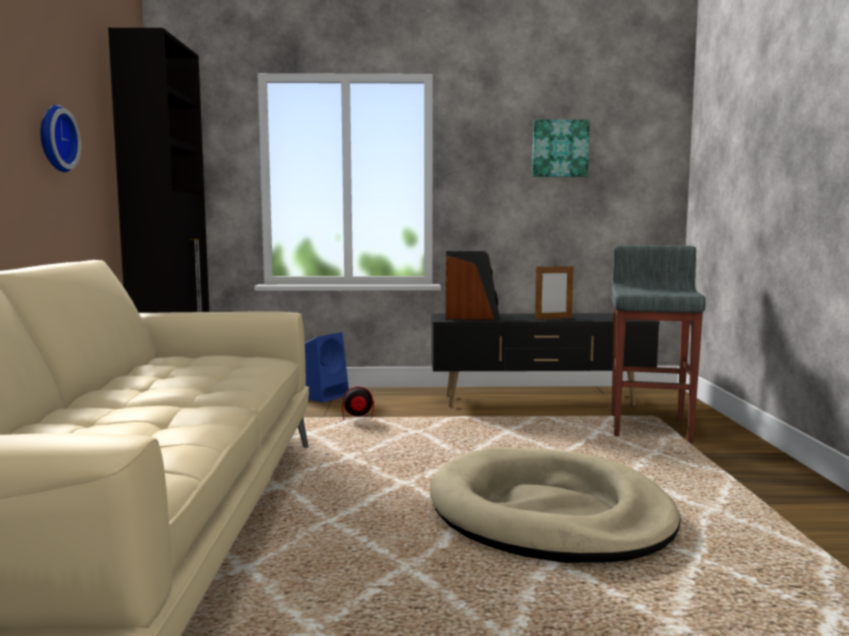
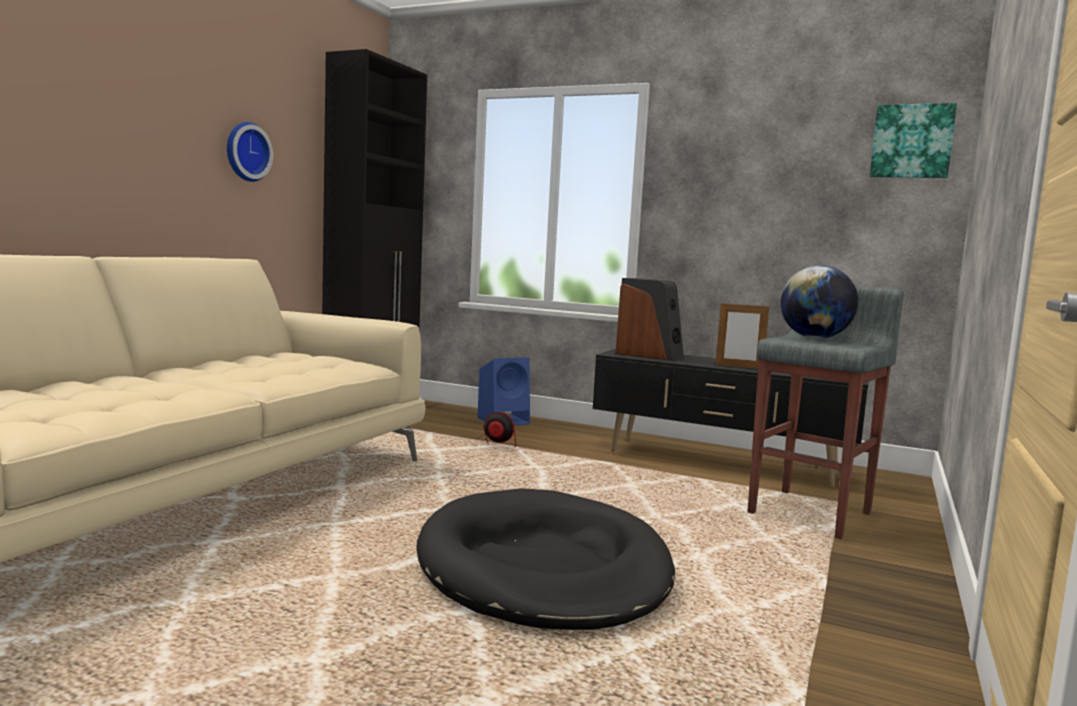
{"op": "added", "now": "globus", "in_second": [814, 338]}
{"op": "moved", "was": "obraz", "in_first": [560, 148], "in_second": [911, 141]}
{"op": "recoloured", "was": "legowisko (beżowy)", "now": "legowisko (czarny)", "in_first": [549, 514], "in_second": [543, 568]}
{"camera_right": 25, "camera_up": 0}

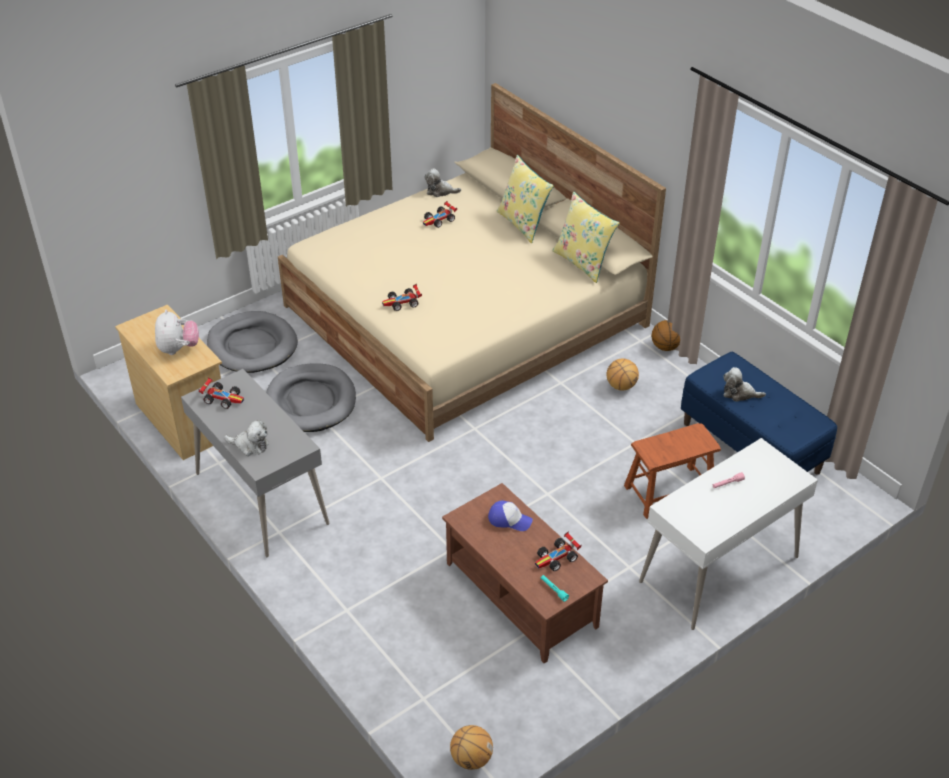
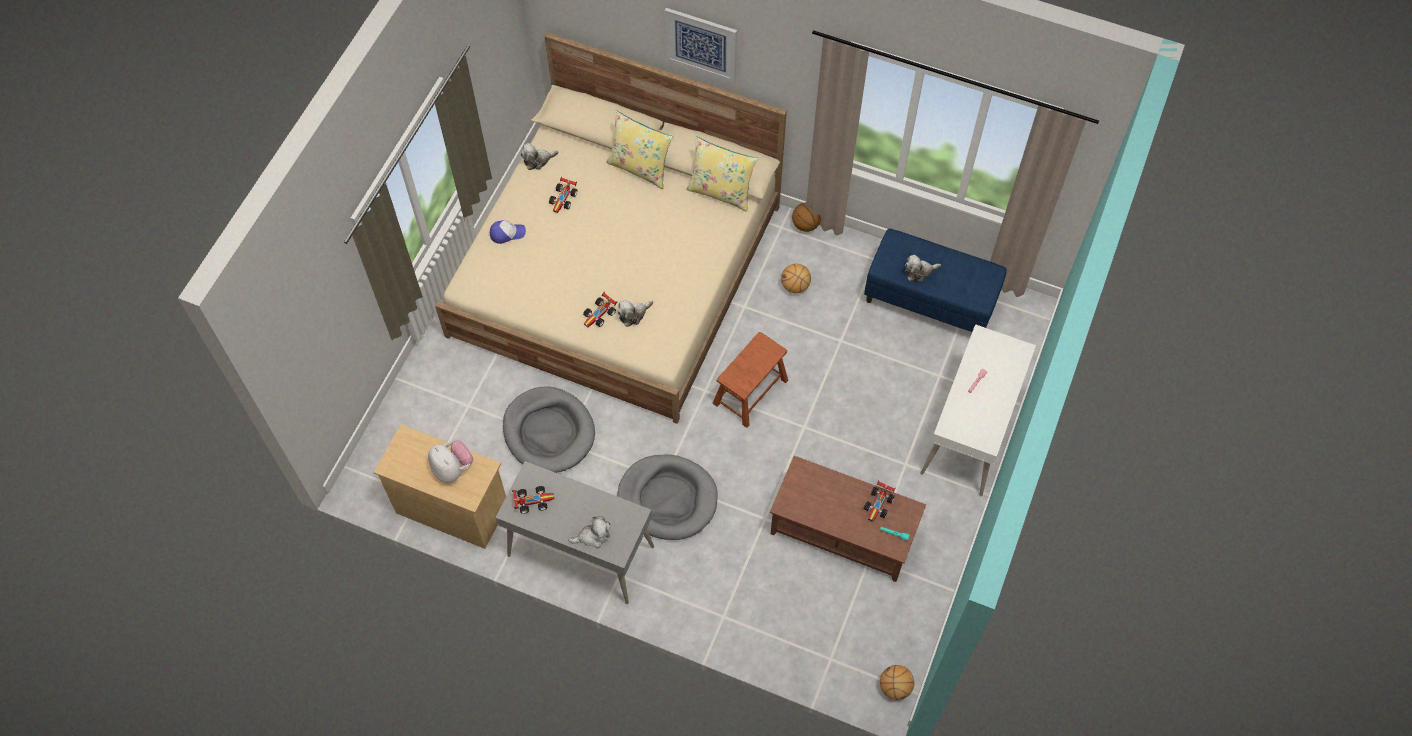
{"op": "added", "now": "pluszak", "in_second": [633, 314]}
{"op": "added", "now": "obraz", "in_second": [701, 44]}
{"op": "moved", "was": "legowisko (szary)", "in_first": [252, 346], "in_second": [668, 498]}
{"op": "moved", "was": "czapka z daszkiem", "in_first": [509, 520], "in_second": [507, 233]}
{"op": "moved", "was": "stołek (brązowy)", "in_first": [669, 491], "in_second": [750, 391]}
{"camera_right": -30, "camera_up": 20}

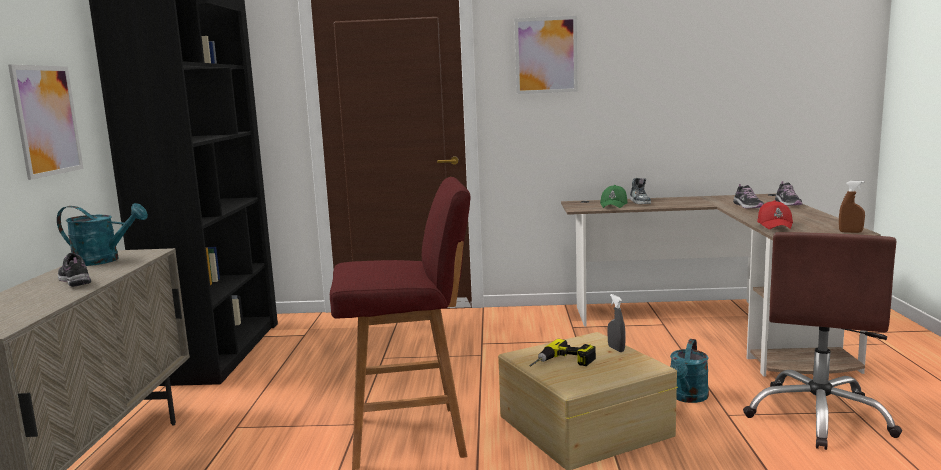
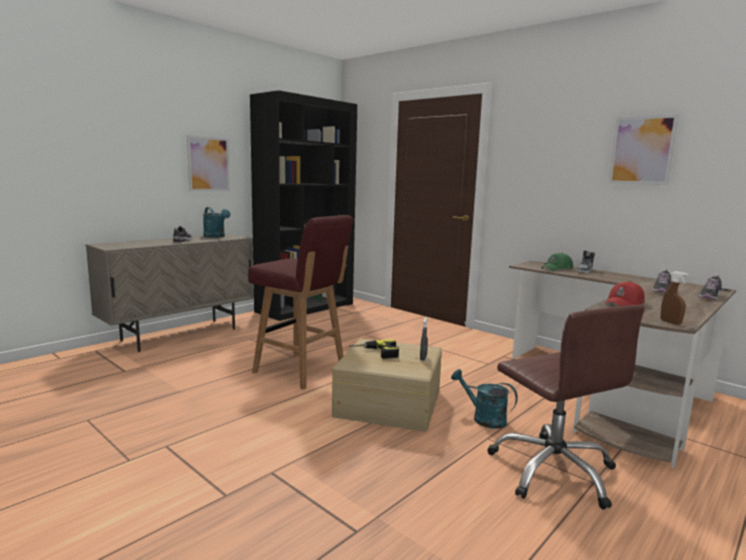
{"op": "moved", "was": "obraz", "in_first": [546, 55], "in_second": [642, 150]}
{"op": "turned", "was": "konewka (turkusowy)", "in_first": [687, 397], "in_second": [483, 418], "clockwise": 60}
{"op": "turned", "was": "krzesło biurowe (brązowy)", "in_first": [819, 416], "in_second": [553, 470], "clockwise": -90}
{"camera_right": 40, "camera_up": 0}

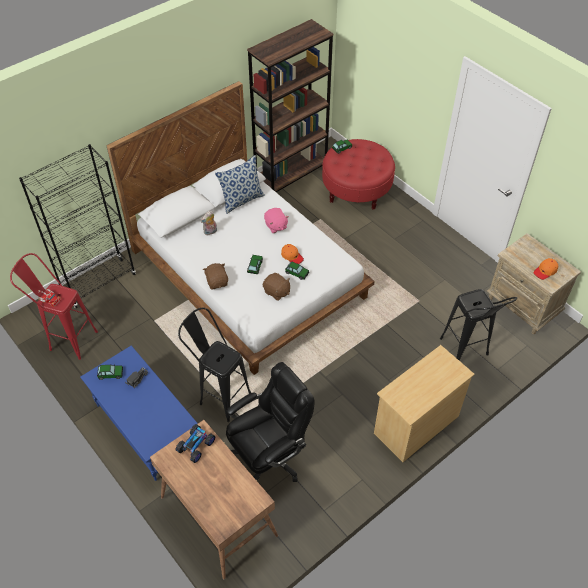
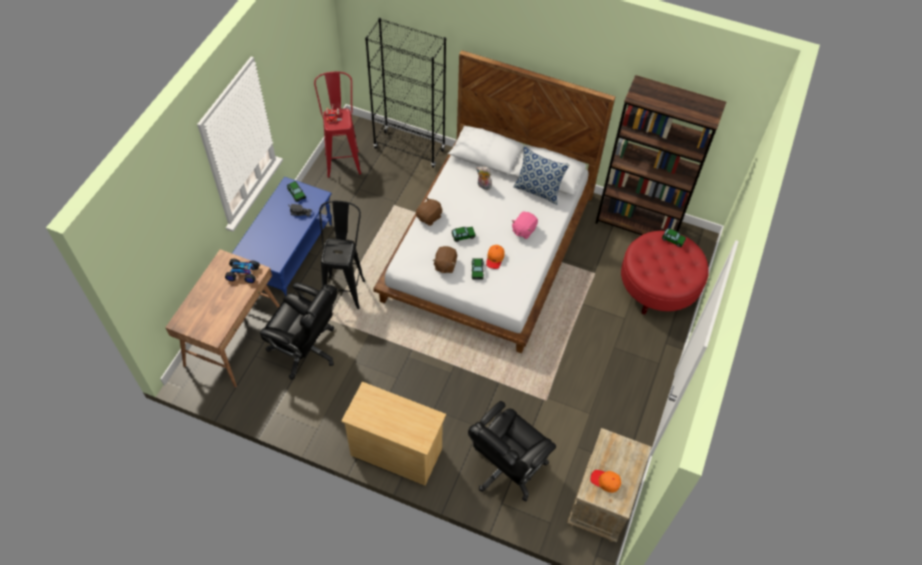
{"op": "replaced", "was": "stołek (czarny)", "now": "krzesło biurowe (czarny)", "in_first": [467, 352], "in_second": [507, 468]}
{"camera_right": 60, "camera_up": 5}

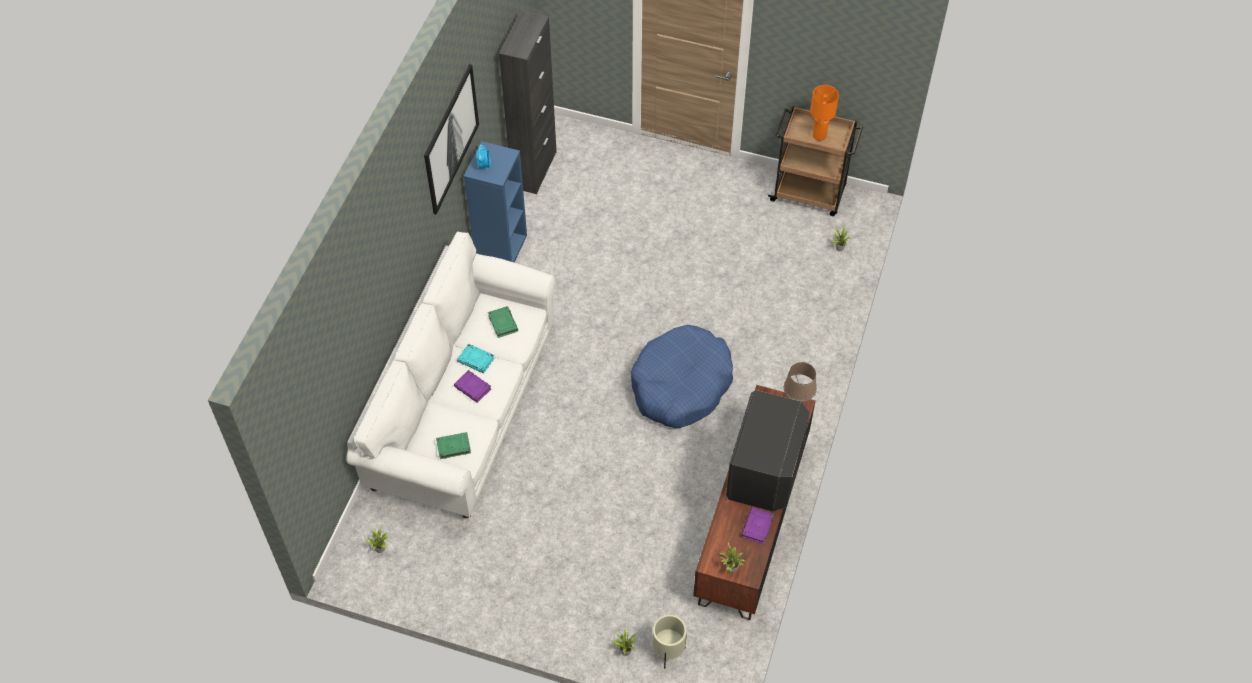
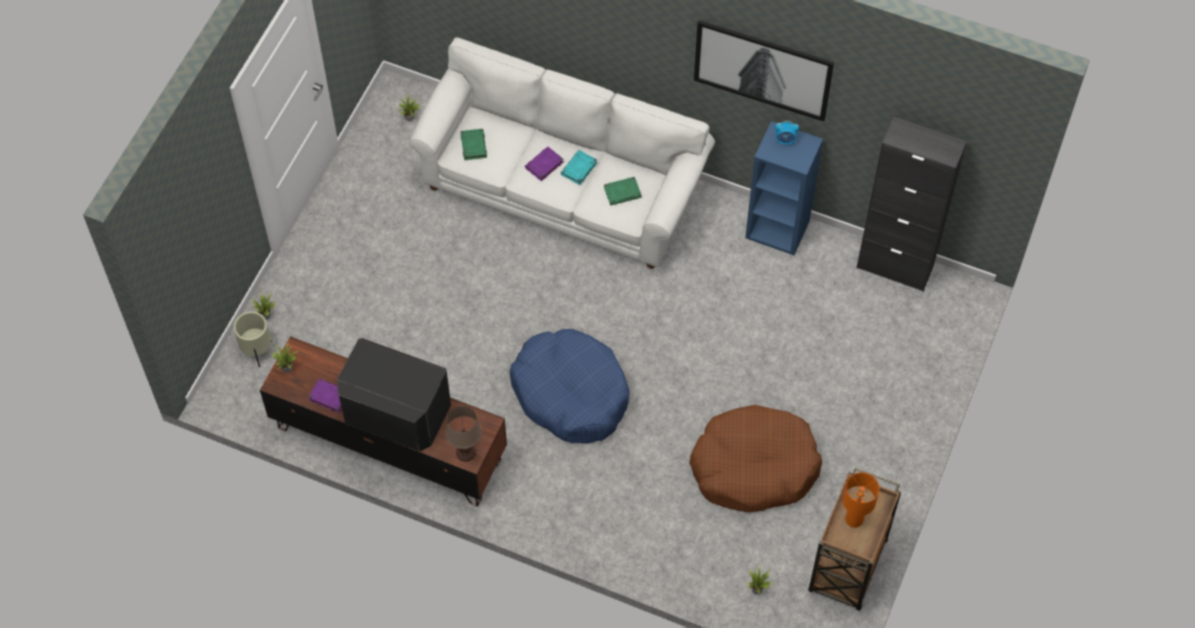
{"op": "added", "now": "legowisko (brązowy)", "in_second": [753, 467]}
{"camera_right": 95, "camera_up": 5}

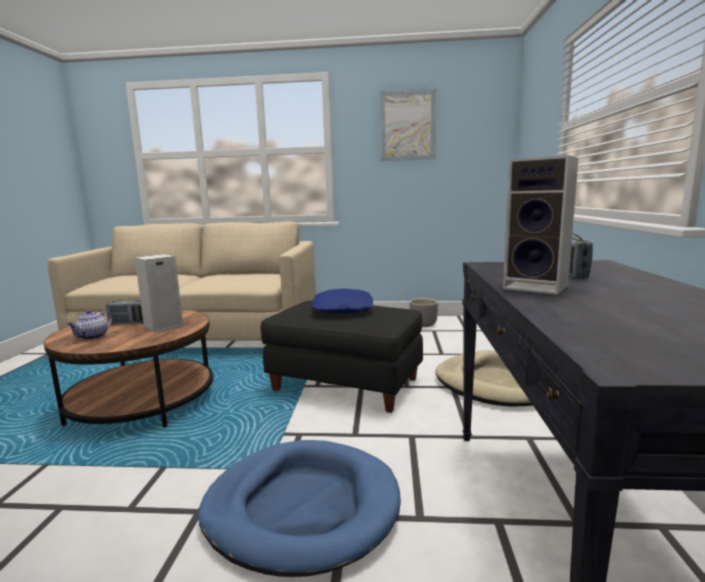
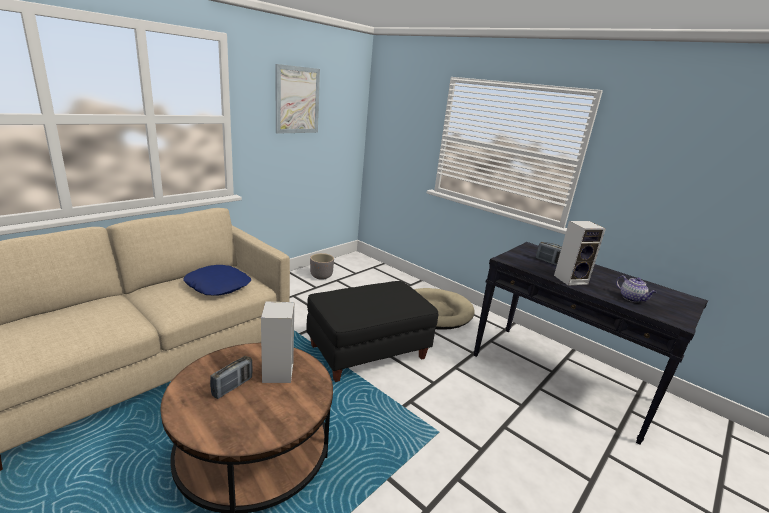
{"op": "removed", "was": "legowisko (niebieski)", "in_first": [302, 508]}
{"op": "moved", "was": "imbryk", "in_first": [92, 337], "in_second": [632, 299]}
{"op": "moved", "was": "poduszka (niebieski)", "in_first": [343, 309], "in_second": [218, 286]}
{"camera_right": -55, "camera_up": 10}

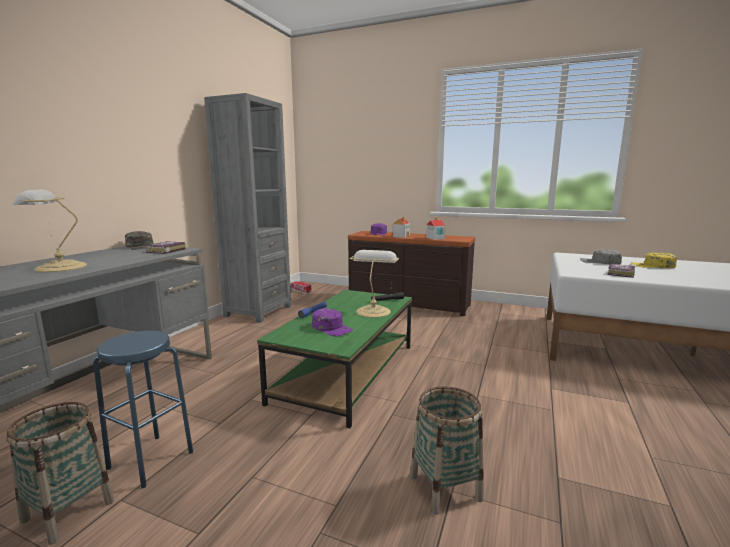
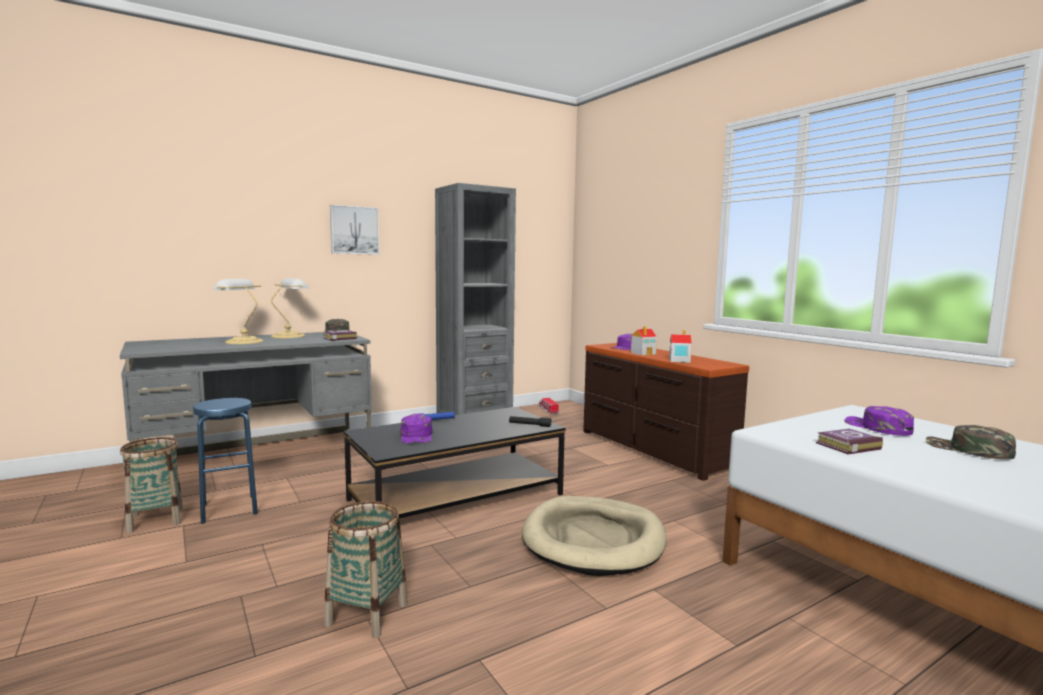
{"op": "added", "now": "obraz", "in_second": [354, 230]}
{"op": "added", "now": "legowisko (beżowy)", "in_second": [594, 540]}
{"op": "moved", "was": "lampa stołowa", "in_first": [373, 311], "in_second": [290, 336]}
{"op": "recoloured", "was": "ława (zielony)", "now": "ława (czarny)", "in_first": [346, 372], "in_second": [456, 497]}
{"op": "recoloured", "was": "czapka z daszkiem (szary)", "now": "czapka z daszkiem (fioletowy)", "in_first": [600, 262], "in_second": [877, 427]}
{"op": "recoloured", "was": "czapka z daszkiem (żółty)", "now": "czapka z daszkiem (zielony)", "in_first": [652, 266], "in_second": [968, 450]}
{"camera_right": 35, "camera_up": -5}

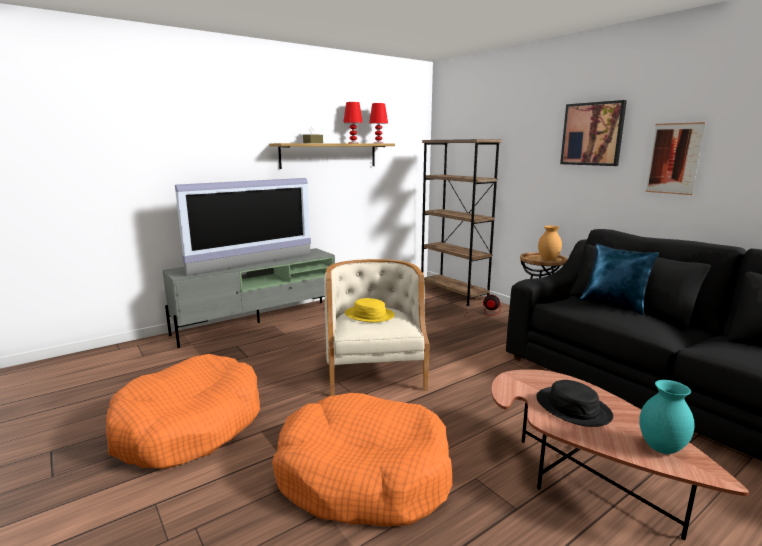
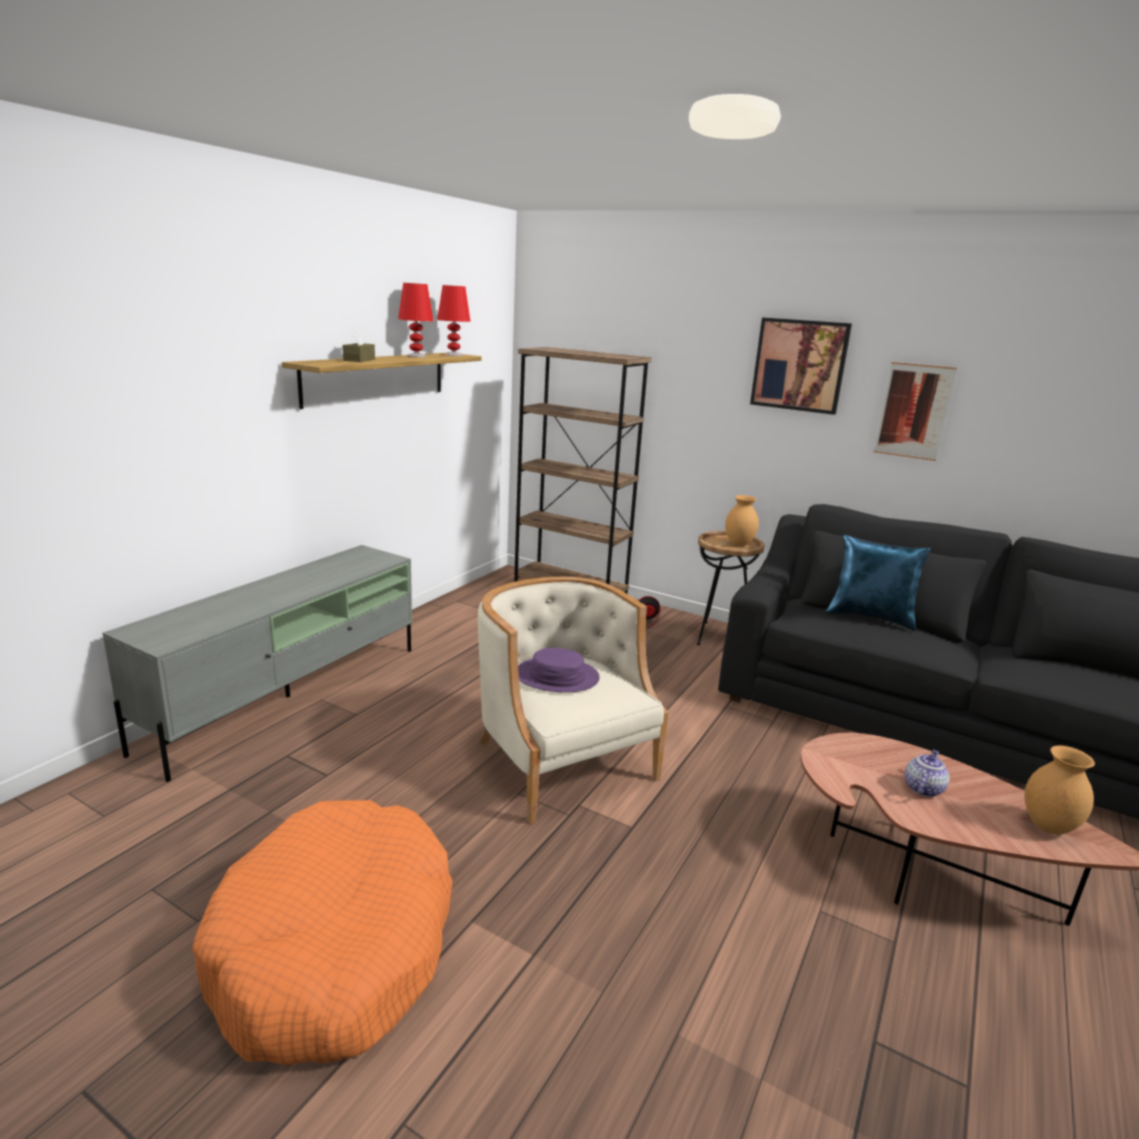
{"op": "removed", "was": "telewizor", "in_first": [253, 264]}
{"op": "removed", "was": "legowisko (pomarańczowy)", "in_first": [363, 475]}
{"op": "replaced", "was": "kapelusz (czarny)", "now": "imbryk", "in_first": [573, 407], "in_second": [922, 788]}
{"op": "recoloured", "was": "kapelusz (żółty)", "now": "kapelusz (fioletowy)", "in_first": [369, 315], "in_second": [557, 677]}
{"op": "recoloured", "was": "wazon (turkusowy)", "now": "wazon (brązowy)", "in_first": [661, 448], "in_second": [1047, 826]}
{"camera_right": -25, "camera_up": 5}

